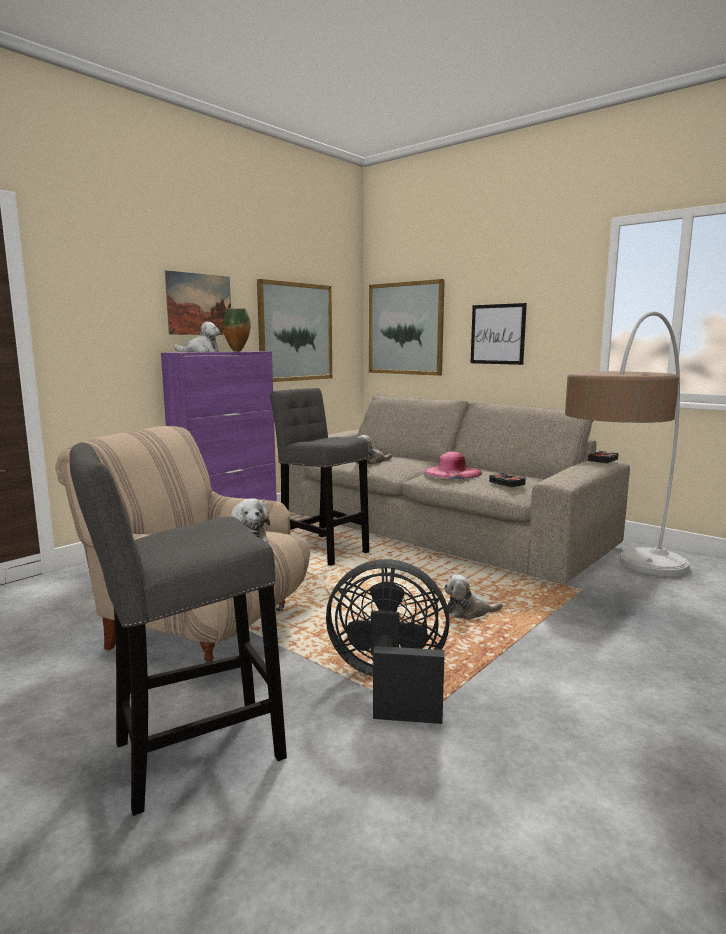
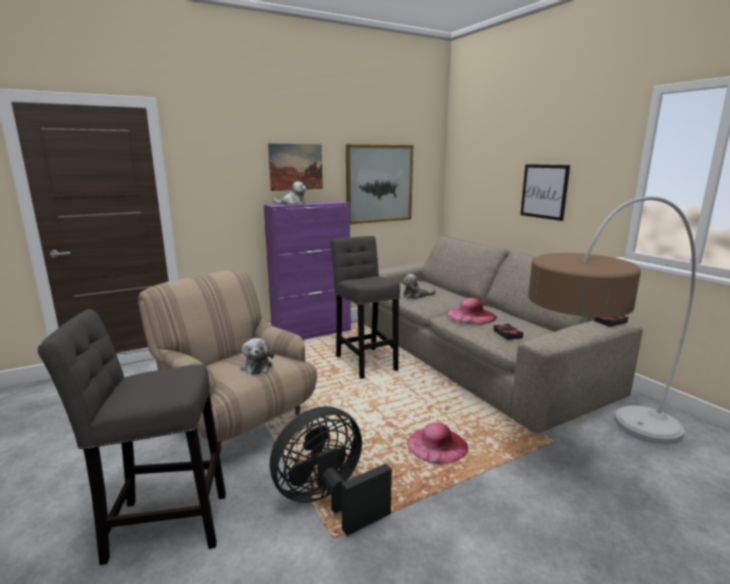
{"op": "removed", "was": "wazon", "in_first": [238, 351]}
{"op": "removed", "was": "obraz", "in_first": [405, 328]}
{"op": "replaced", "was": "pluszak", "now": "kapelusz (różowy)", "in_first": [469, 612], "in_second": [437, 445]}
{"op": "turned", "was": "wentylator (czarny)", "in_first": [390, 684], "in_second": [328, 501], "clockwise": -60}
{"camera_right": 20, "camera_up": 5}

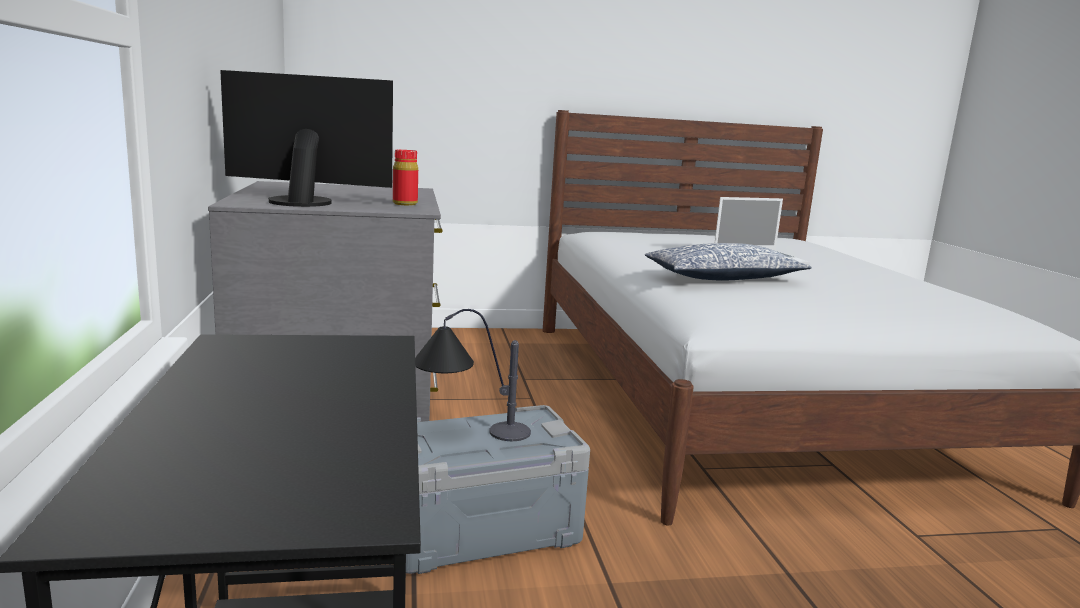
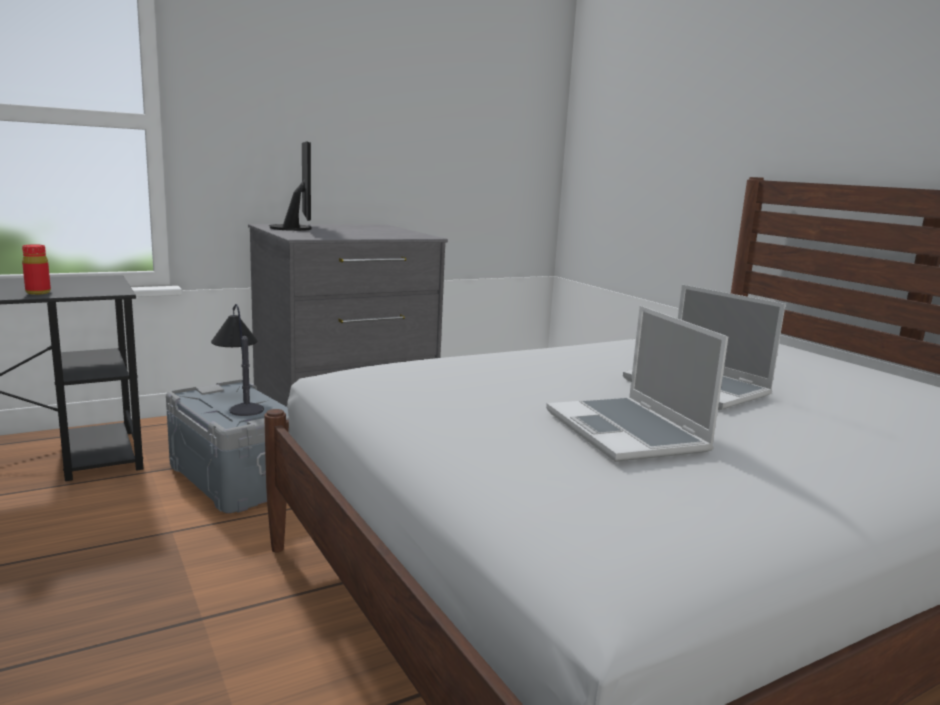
{"op": "removed", "was": "poduszka", "in_first": [723, 278]}
{"op": "added", "now": "laptop", "in_second": [628, 432]}
{"op": "moved", "was": "butelka (czerwony)", "in_first": [405, 204], "in_second": [38, 292]}
{"camera_right": 70, "camera_up": 0}

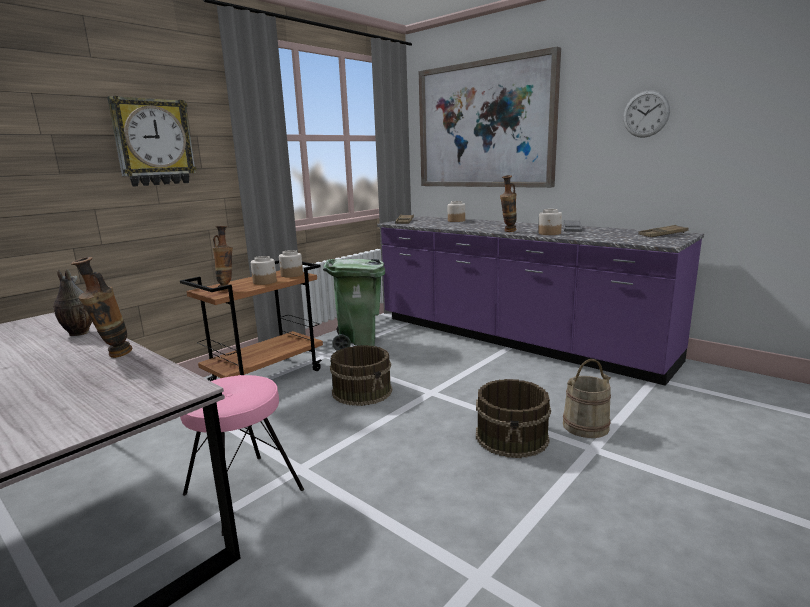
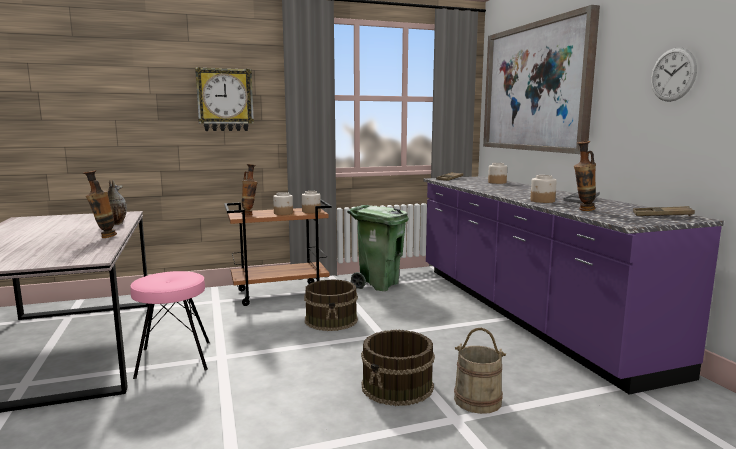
{"op": "moved", "was": "wazon", "in_first": [508, 231], "in_second": [582, 210]}
{"camera_right": 30, "camera_up": -5}

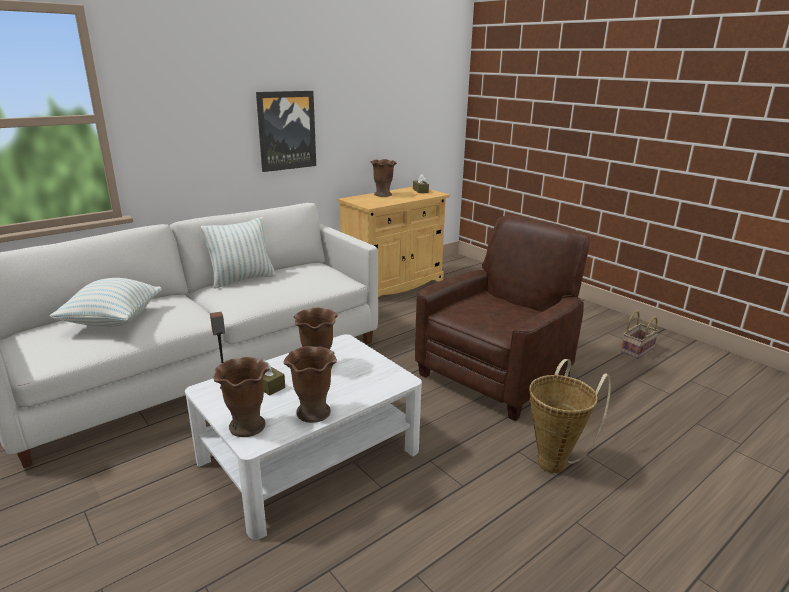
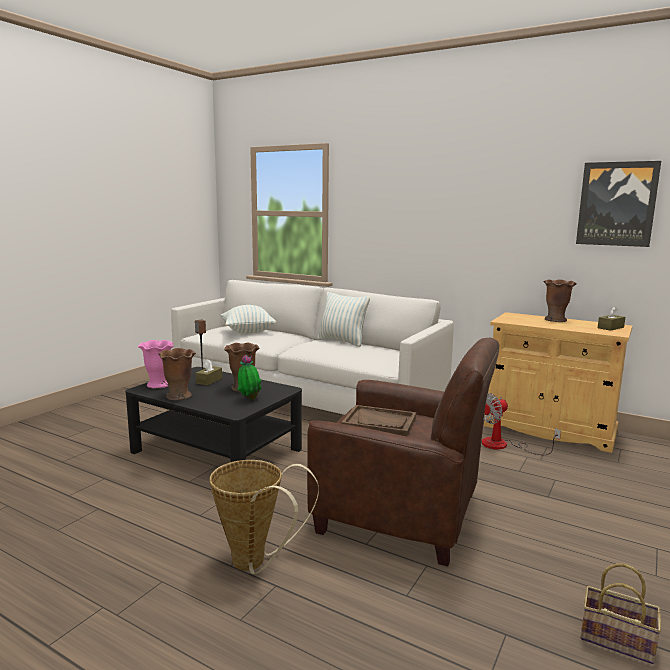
{"op": "added", "now": "roślina doniczkowa", "in_second": [249, 399]}
{"op": "added", "now": "taca (brązowy)", "in_second": [379, 423]}
{"op": "added", "now": "wentylator", "in_second": [504, 445]}
{"op": "moved", "was": "obraz", "in_first": [286, 130], "in_second": [616, 204]}
{"op": "recoloured", "was": "ława (biały)", "now": "ława (czarny)", "in_first": [309, 455], "in_second": [217, 450]}
{"op": "recoloured", "was": "wazon (brązowy)", "now": "wazon (różowy)", "in_first": [247, 426], "in_second": [159, 385]}
{"camera_right": 70, "camera_up": -10}

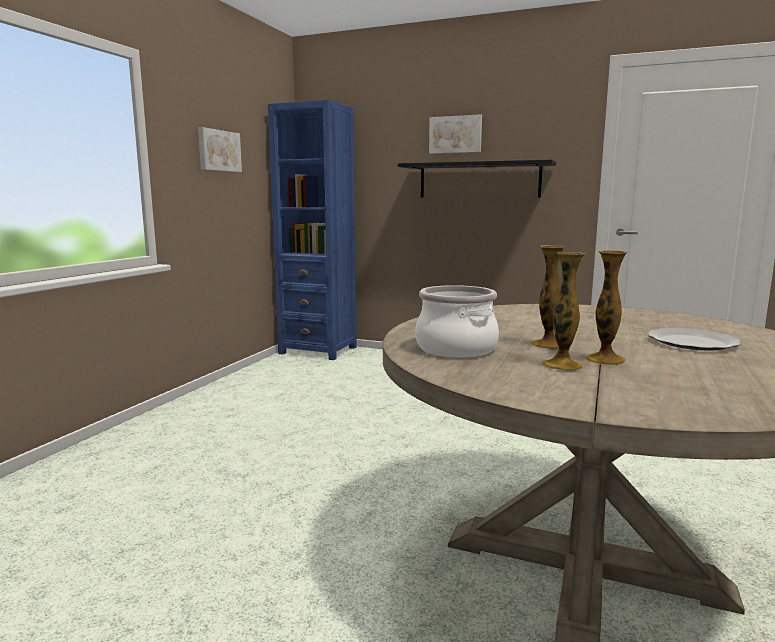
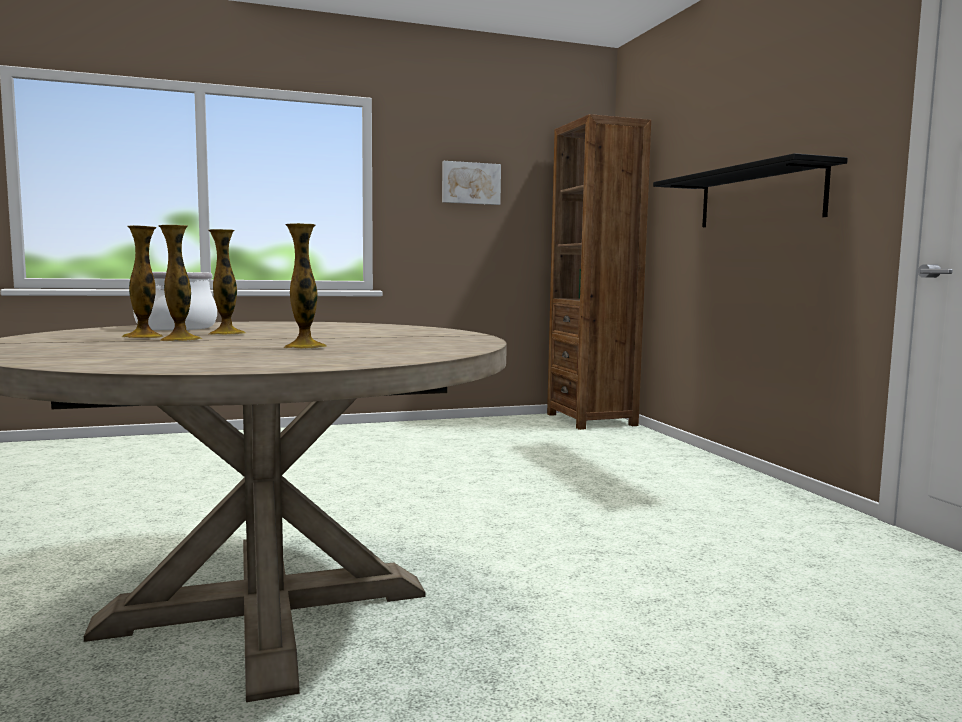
{"op": "removed", "was": "obraz", "in_first": [455, 134]}
{"op": "replaced", "was": "talerz", "now": "wazon", "in_first": [690, 342], "in_second": [305, 347]}
{"op": "recoloured", "was": "regał (niebieski)", "now": "regał (brązowy)", "in_first": [318, 350], "in_second": [591, 419]}
{"camera_right": 50, "camera_up": -5}

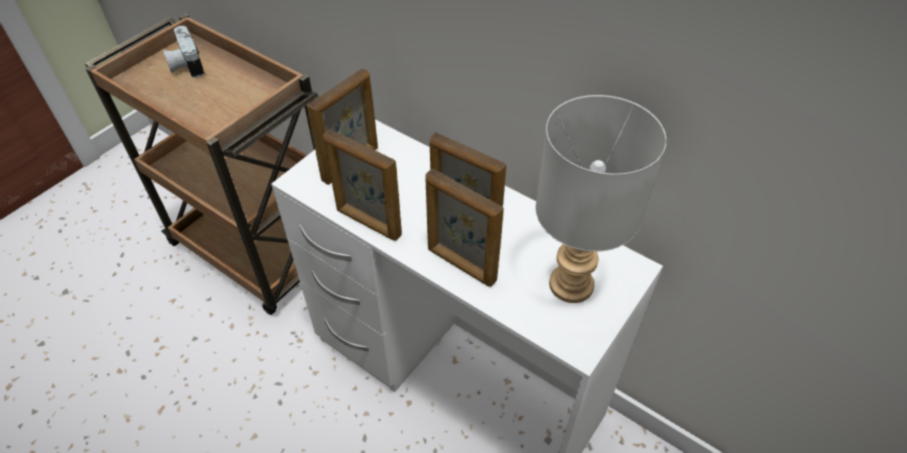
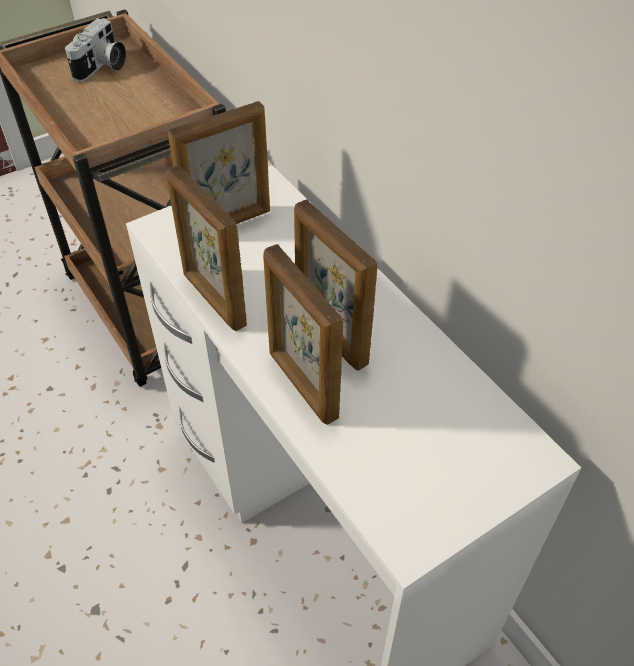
{"op": "removed", "was": "lampa stołowa (szary)", "in_first": [570, 283]}
{"op": "turned", "was": "aparat fotograficzny", "in_first": [185, 65], "in_second": [102, 67], "clockwise": -150}
{"camera_right": 20, "camera_up": 0}

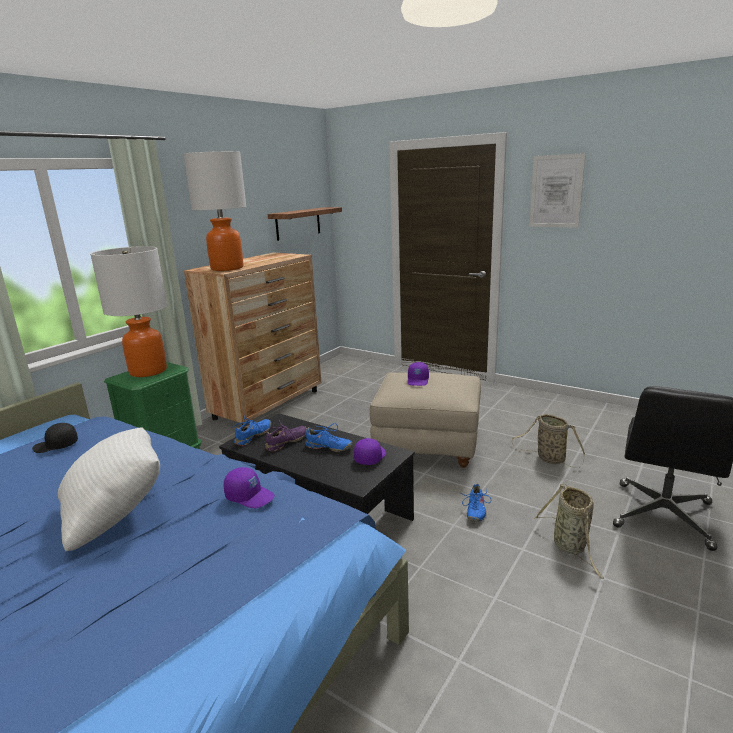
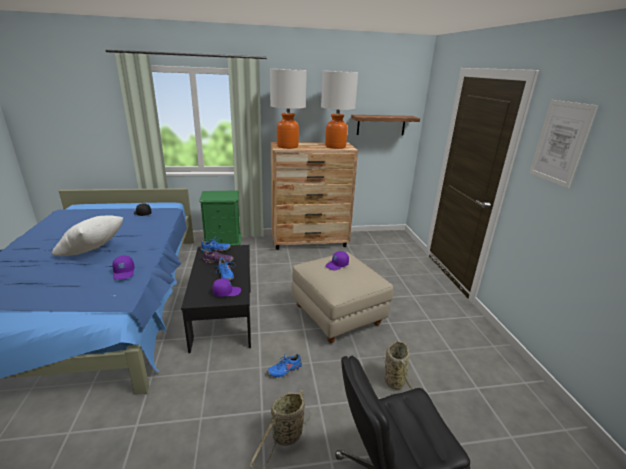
{"op": "moved", "was": "lampa stołowa", "in_first": [148, 371], "in_second": [335, 146]}
{"camera_right": 45, "camera_up": 5}

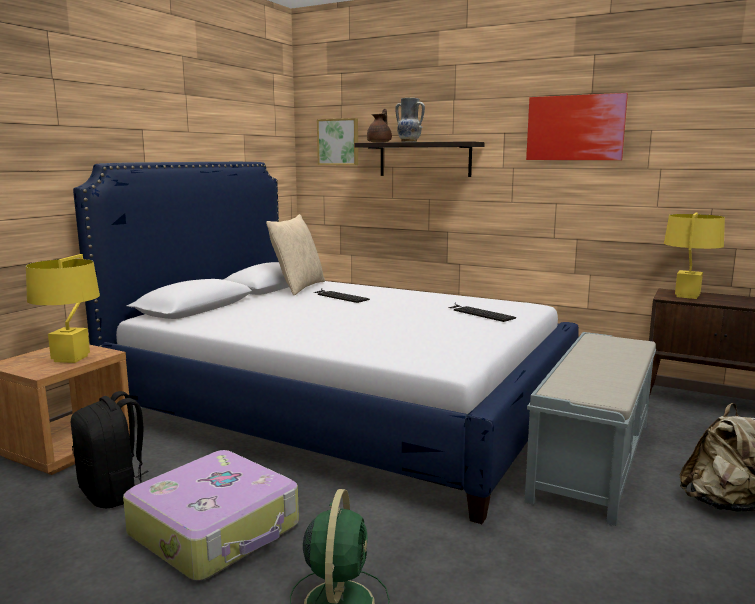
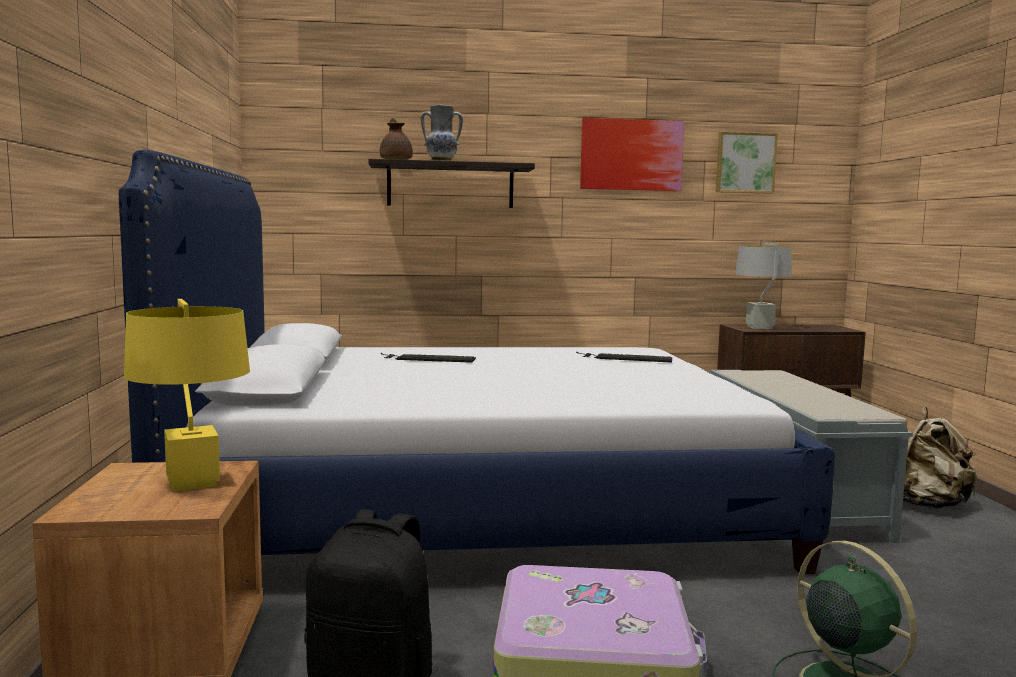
{"op": "removed", "was": "poduszka (beżowy)", "in_first": [298, 287]}
{"op": "moved", "was": "obraz", "in_first": [338, 142], "in_second": [745, 163]}
{"op": "recoloured", "was": "lampa stołowa (żółty)", "now": "lampa stołowa (szary)", "in_first": [687, 296], "in_second": [759, 327]}
{"camera_right": -35, "camera_up": -5}

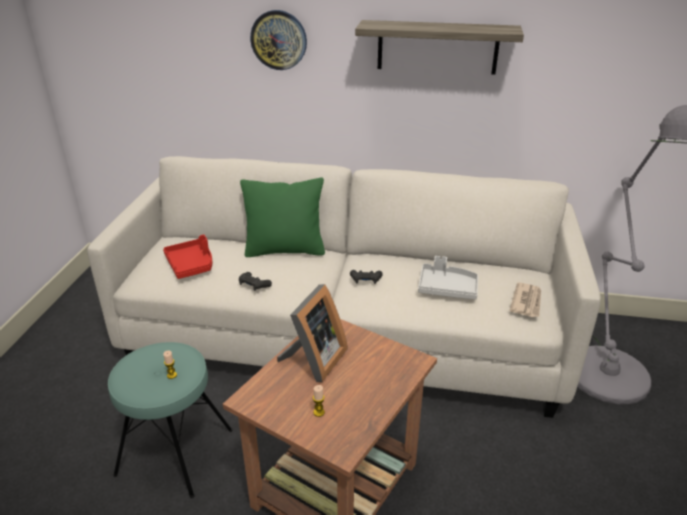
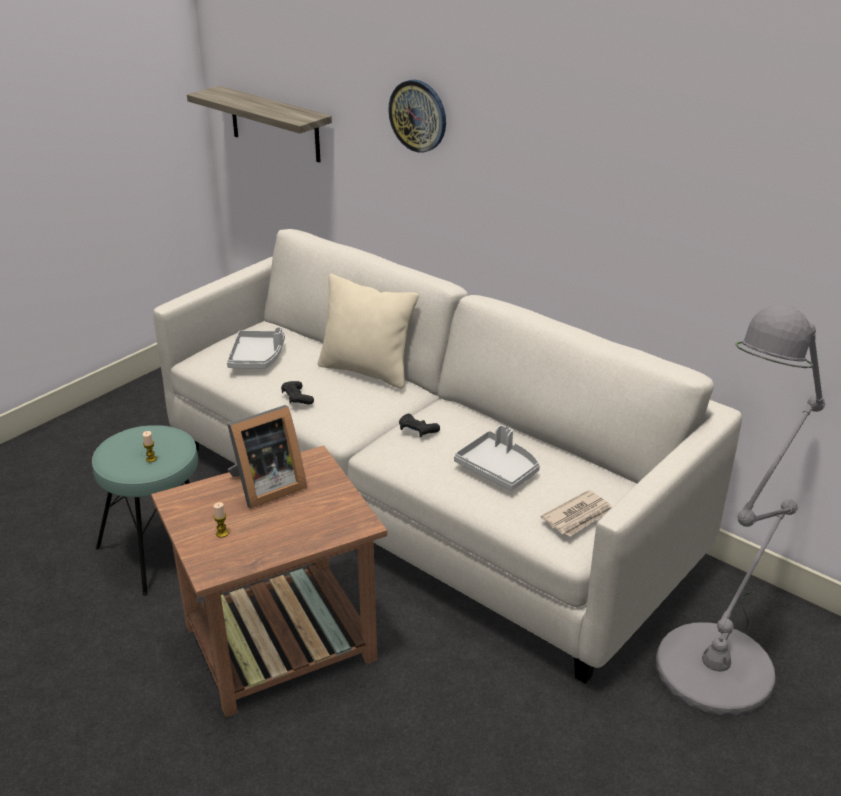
{"op": "moved", "was": "półka", "in_first": [437, 47], "in_second": [274, 124]}
{"op": "recoloured", "was": "taca (czerwony)", "now": "taca (szary)", "in_first": [191, 265], "in_second": [257, 357]}
{"op": "recoloured", "was": "poduszka (zielony)", "now": "poduszka (beżowy)", "in_first": [285, 250], "in_second": [367, 371]}
{"camera_right": 30, "camera_up": 0}

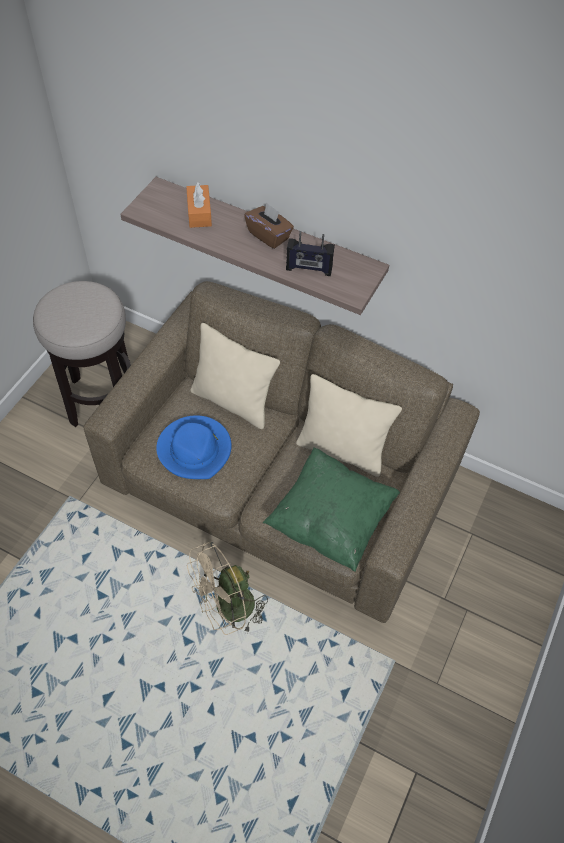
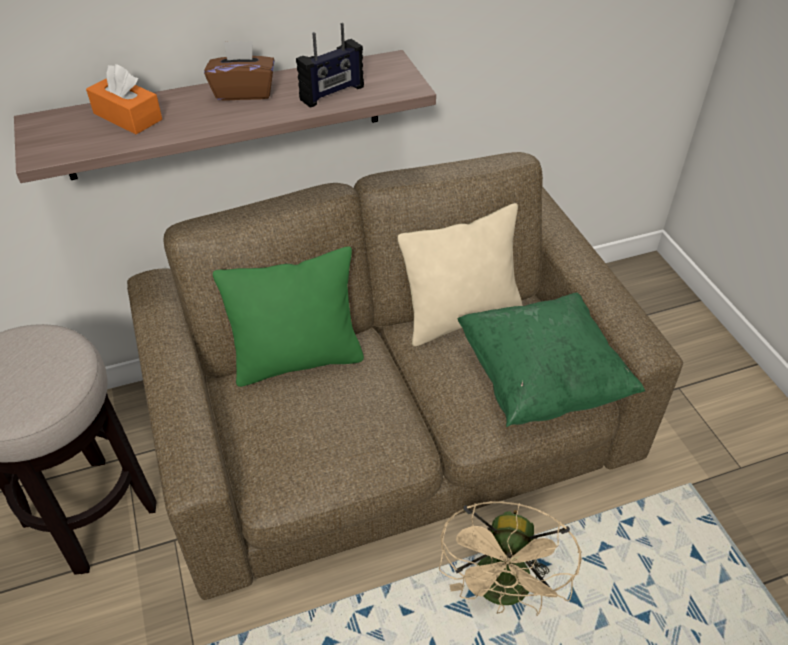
{"op": "removed", "was": "kapelusz (niebieski)", "in_first": [195, 449]}
{"op": "recoloured", "was": "poduszka (beżowy)", "now": "poduszka (zielony)", "in_first": [233, 401], "in_second": [298, 360]}
{"camera_right": -45, "camera_up": -10}

